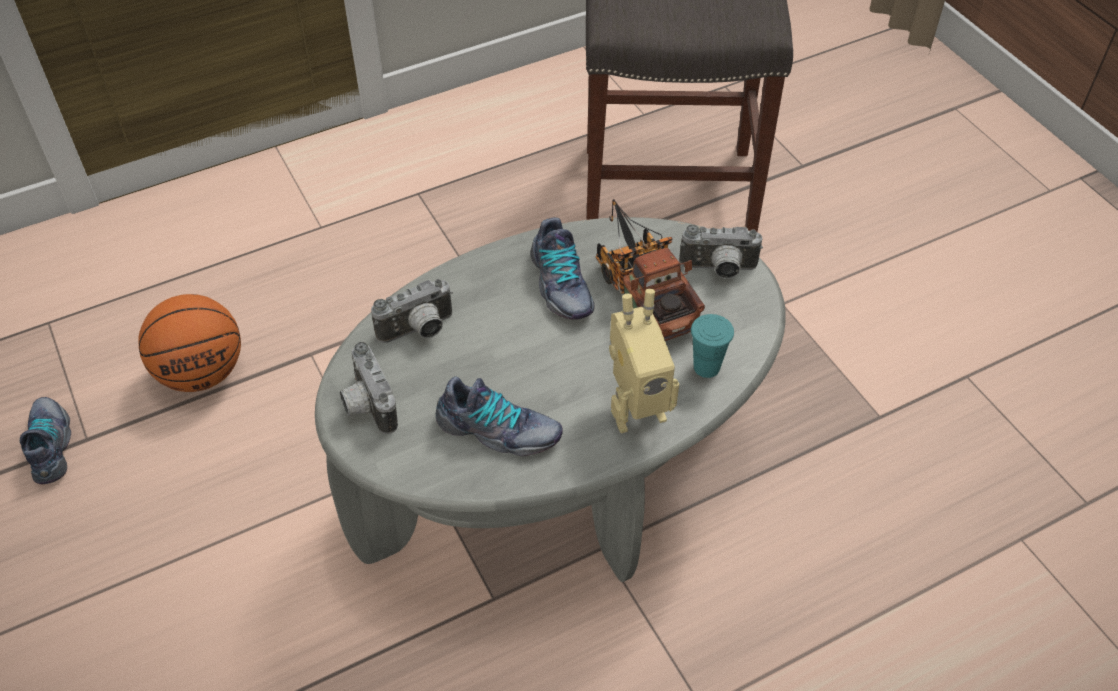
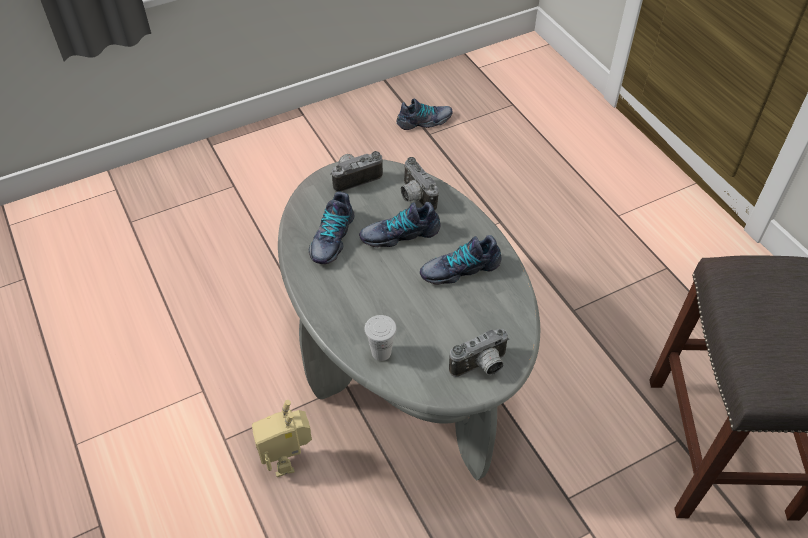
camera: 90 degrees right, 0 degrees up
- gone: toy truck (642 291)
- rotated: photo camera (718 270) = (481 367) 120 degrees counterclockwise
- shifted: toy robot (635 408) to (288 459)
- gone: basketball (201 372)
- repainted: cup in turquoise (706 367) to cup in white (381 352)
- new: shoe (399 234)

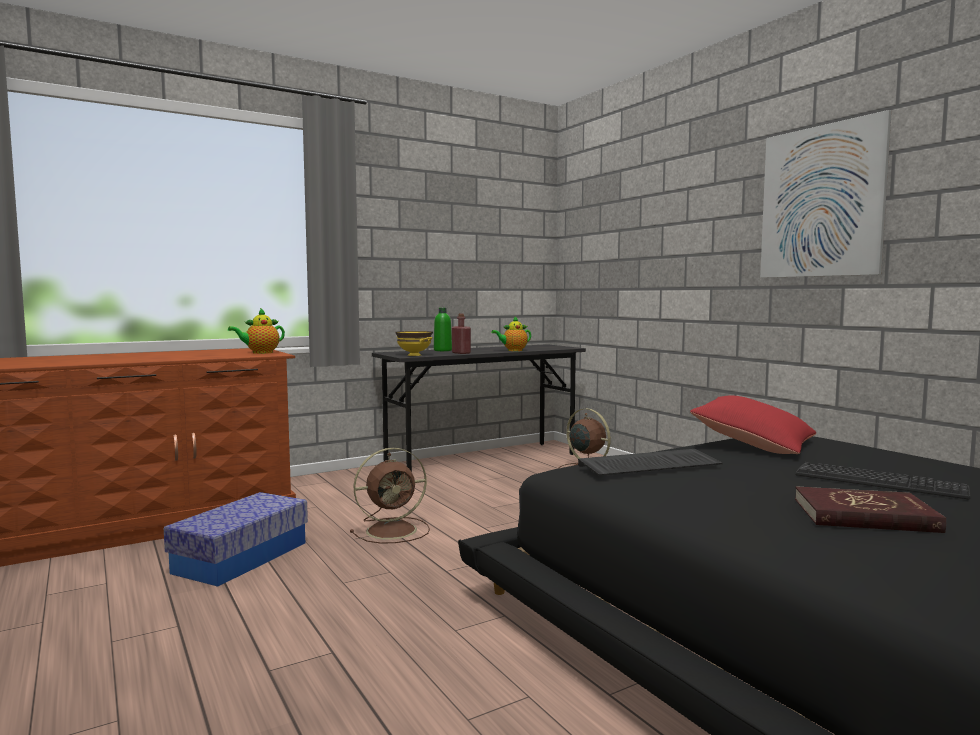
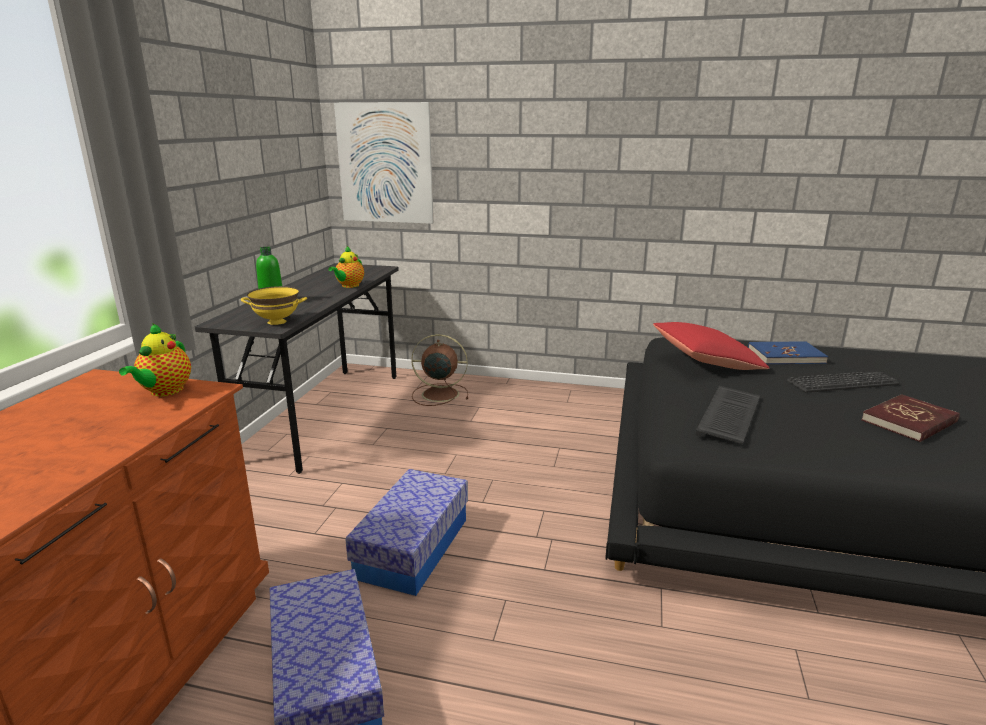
camera: 45 degrees left, 15 degrees up
- shifted: picture (821 201) to (385 163)
- gone: bottle in red (461 353)
- swapped: fan in brown (393 530) to storage box (413 547)
- new: book in blue (785 356)

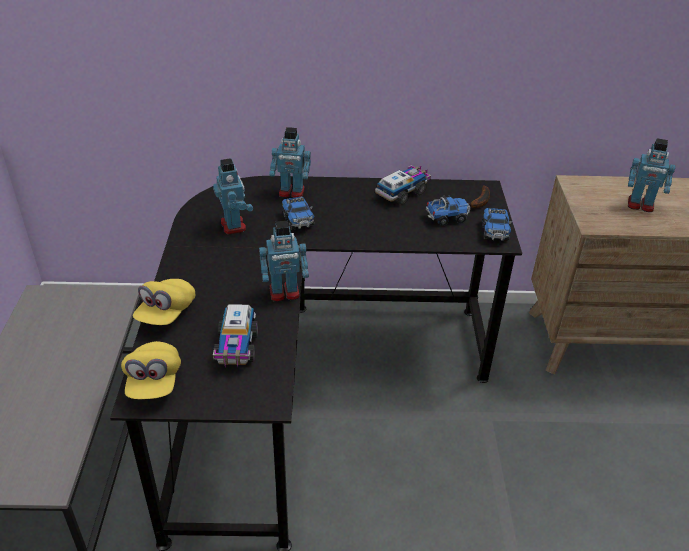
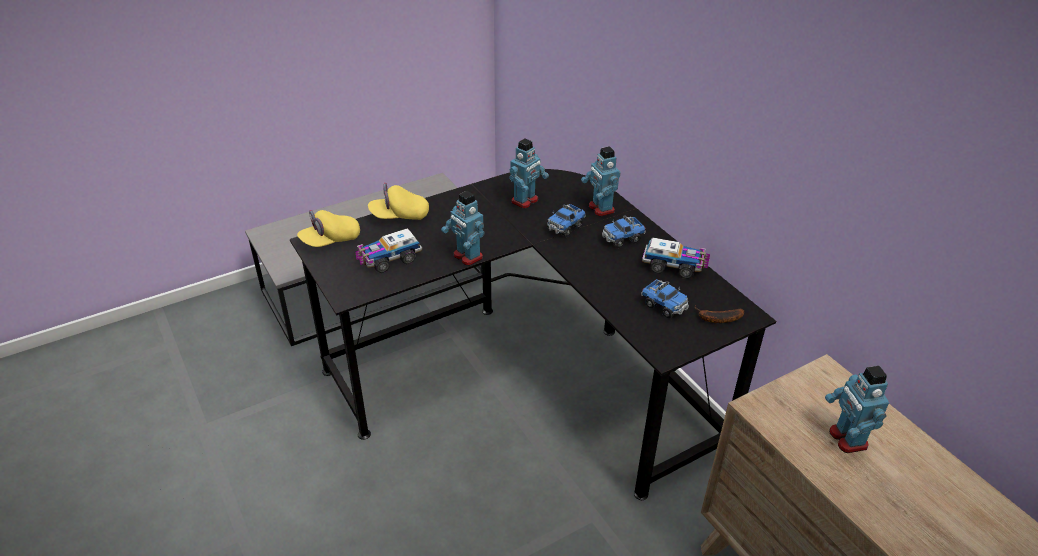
camera: 60 degrees right, 0 degrees up
- shifted: toy truck (494 232) to (622 239)

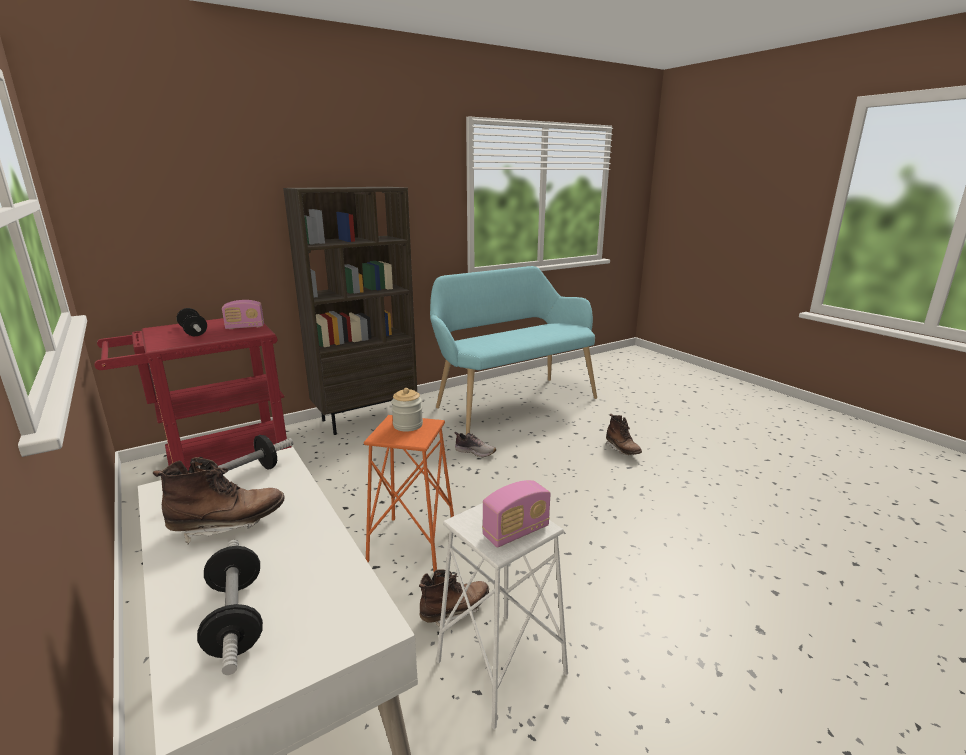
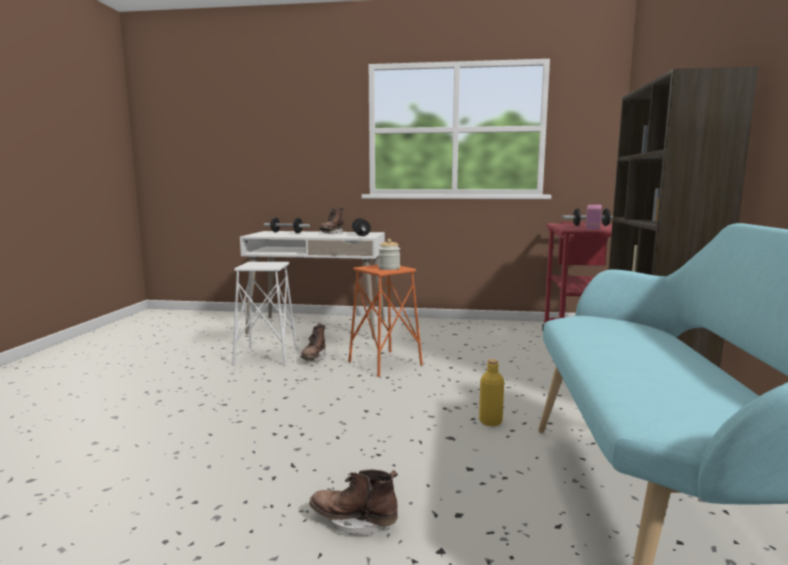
camera: 130 degrees right, 10 degrees down
- swapped: shoe (475 452) to bottle in yellow (490 422)
- gone: radio (516 532)

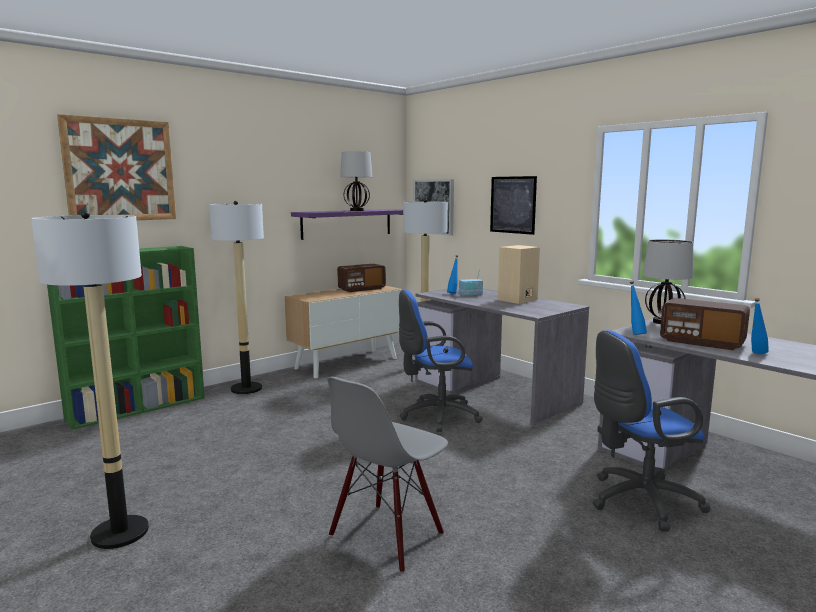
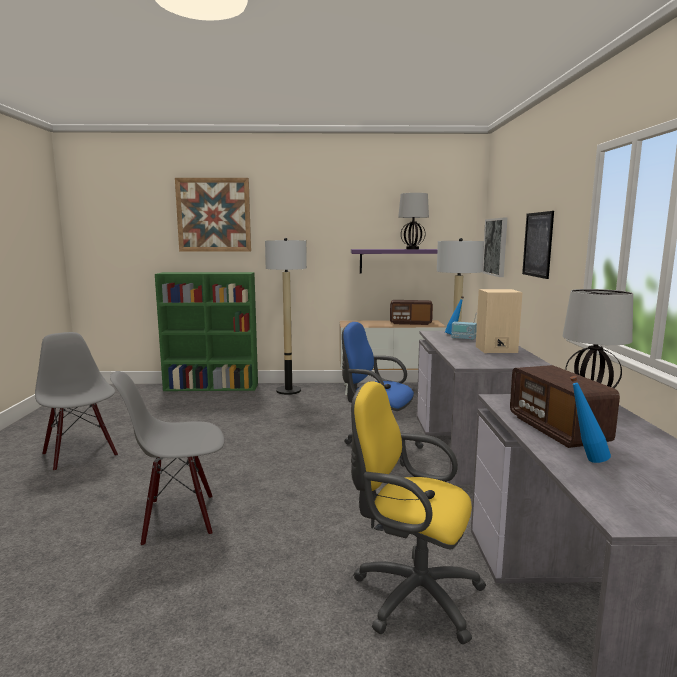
camera: 40 degrees right, 0 degrees up
- swapped: floor lamp (120 532) to chair in grey (81 454)
- gone: bottle in blue (635 334)
- repainted: office chair in blue (638 501) to office chair in yellow (410 594)

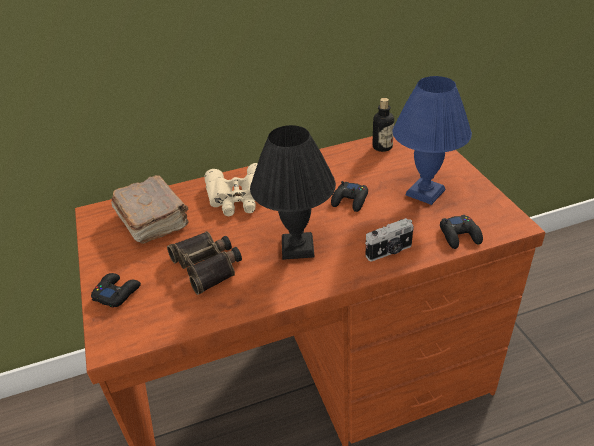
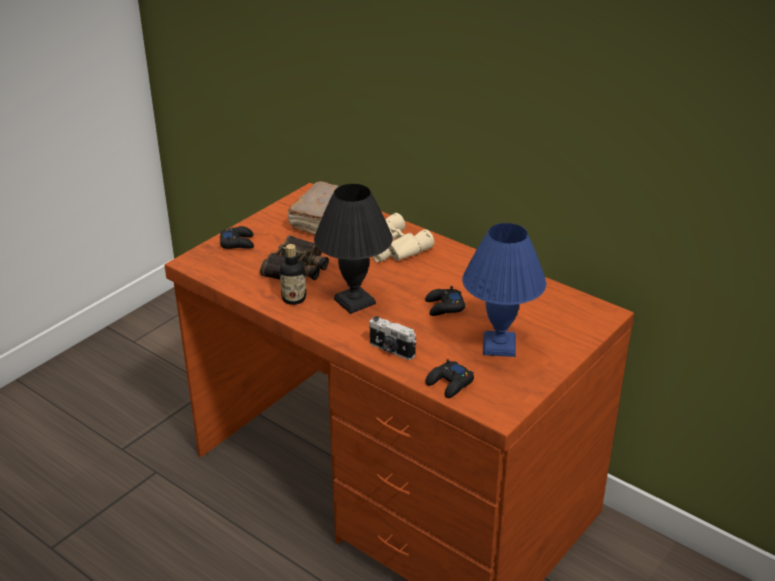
camera: 55 degrees right, 5 degrees down
- shifted: bottle (382 147) to (294 298)

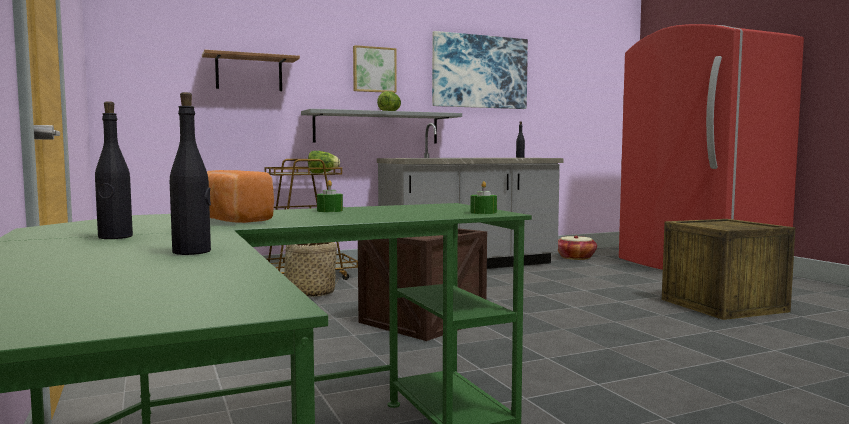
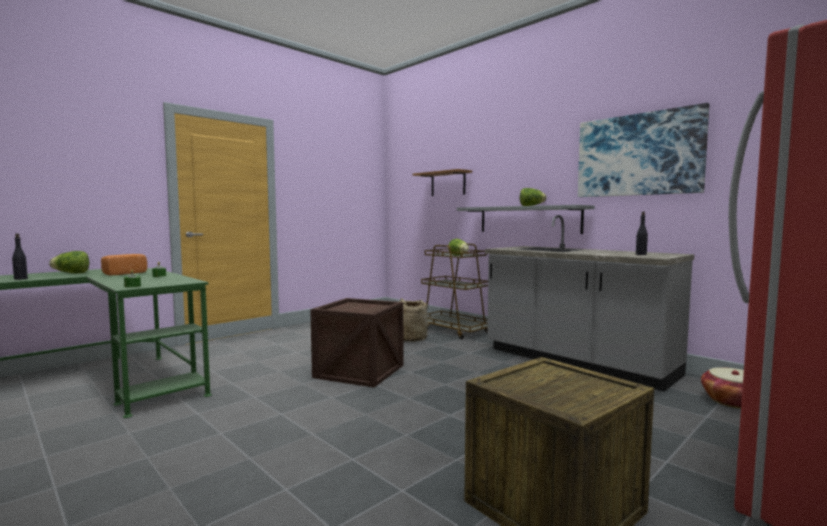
camera: 70 degrees right, 0 degrees up
- gone: picture (374 69)
- swapped: bottle in black (115 237) to lettuce (71 273)

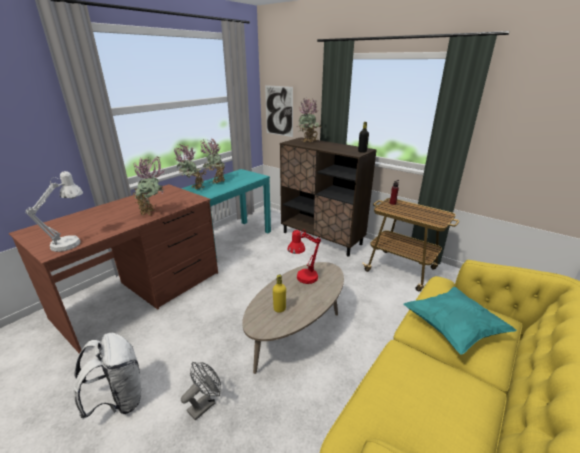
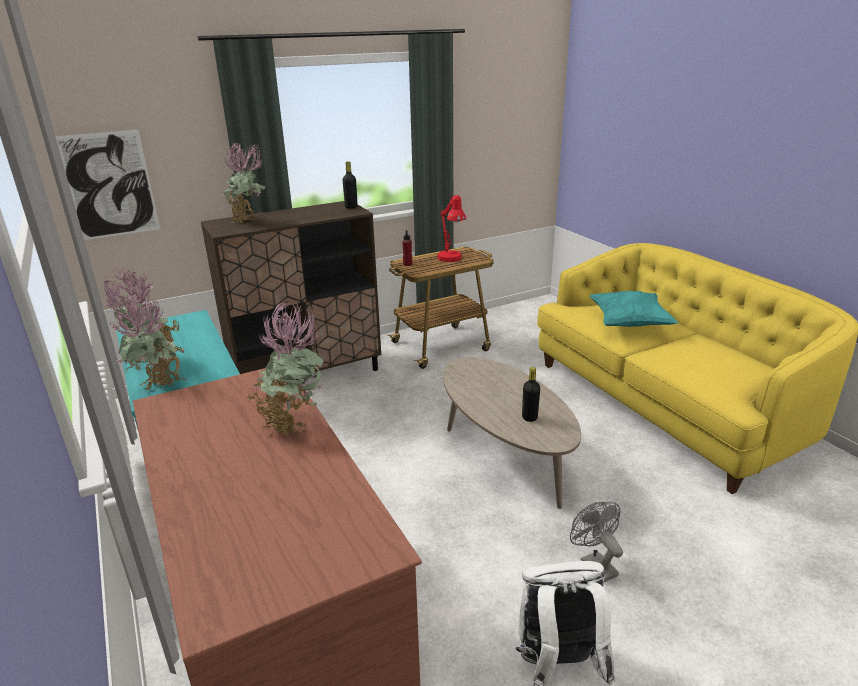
camera: 65 degrees left, 0 degrees up
- gone: table lamp in white (71 242)
- shifted: table lamp in red (304 279) to (451 259)
- repainted: bottle in yellow (279 309) to bottle in black (529 417)

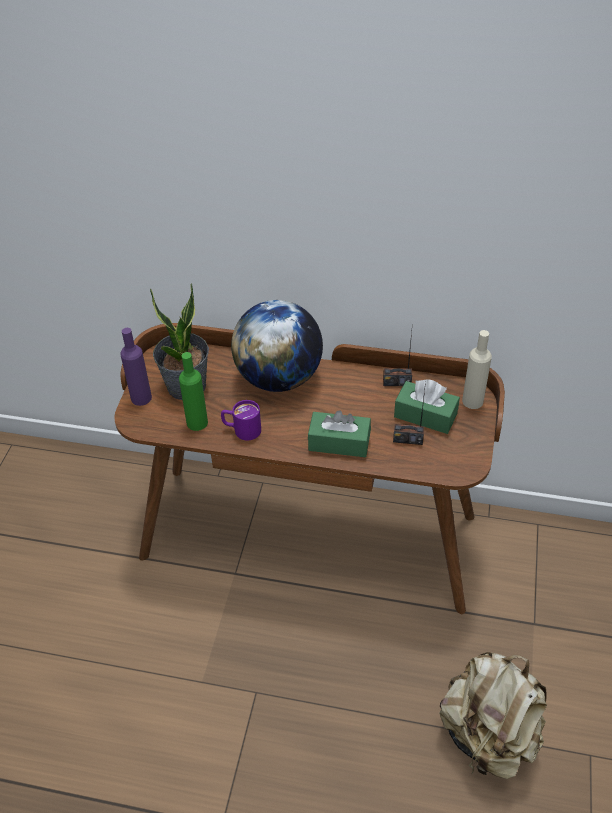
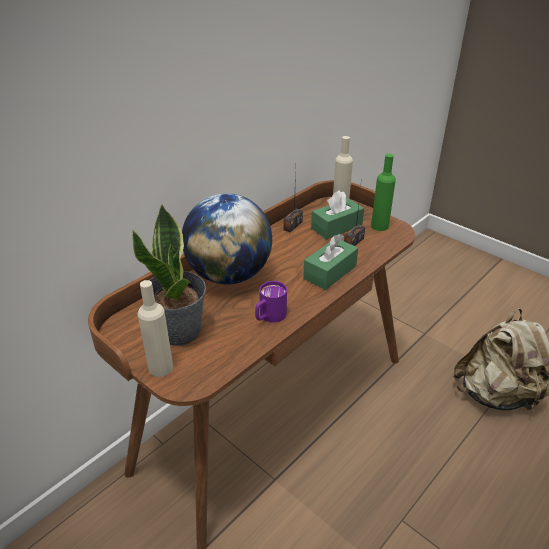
camera: 60 degrees left, 10 degrees down
- repainted: bottle in purple (141 398) to bottle in beige (160 367)
- shifted: bottle in green (197 422) to (379 226)

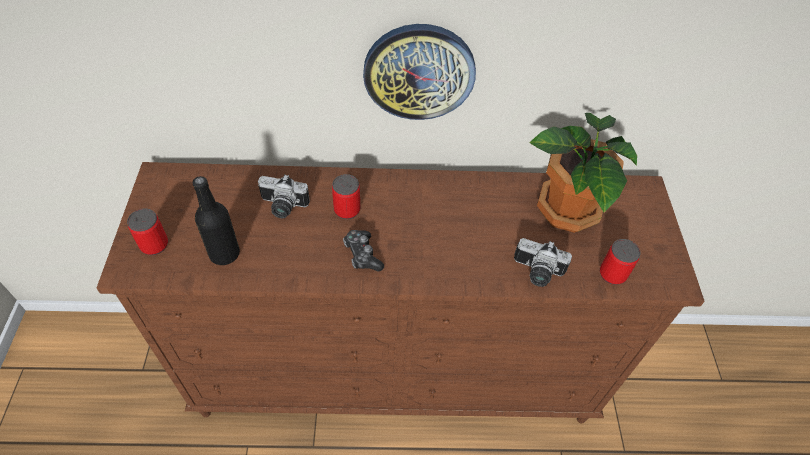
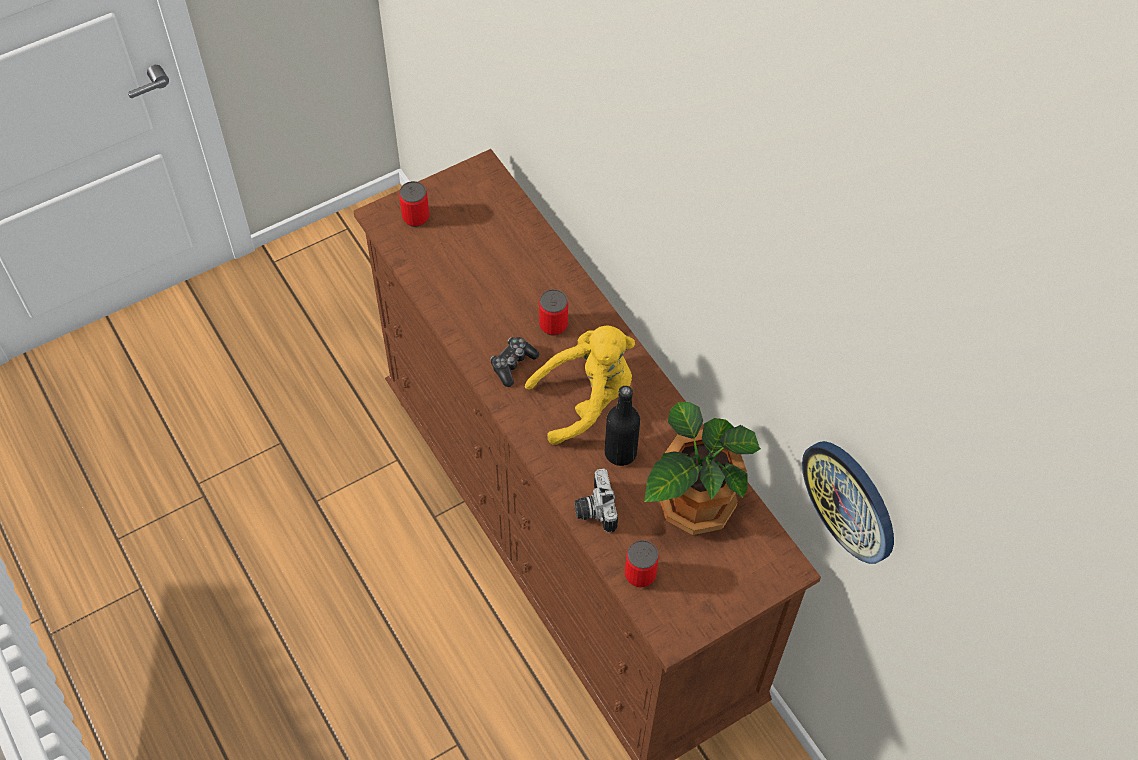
camera: 60 degrees right, 5 degrees up
- shifted: wall clock (419 72) to (850 500)
- gone: photo camera (282 207)
- shifted: bottle in black (224 254) to (620 453)
- new: plush toy in yellow (586 399)

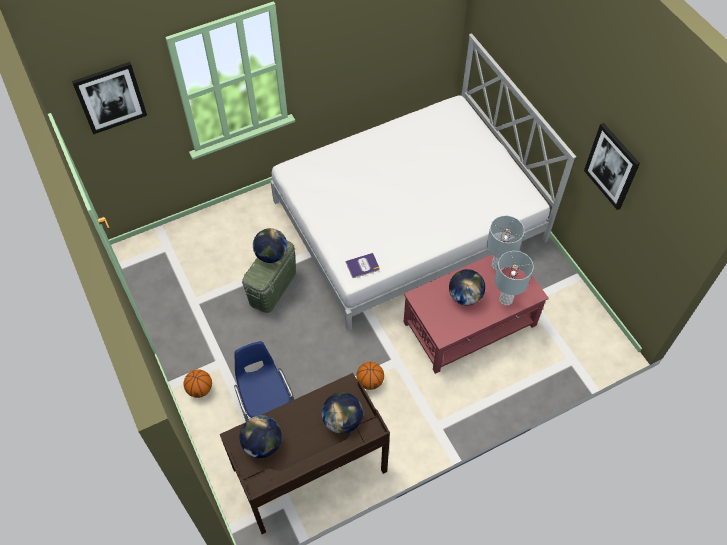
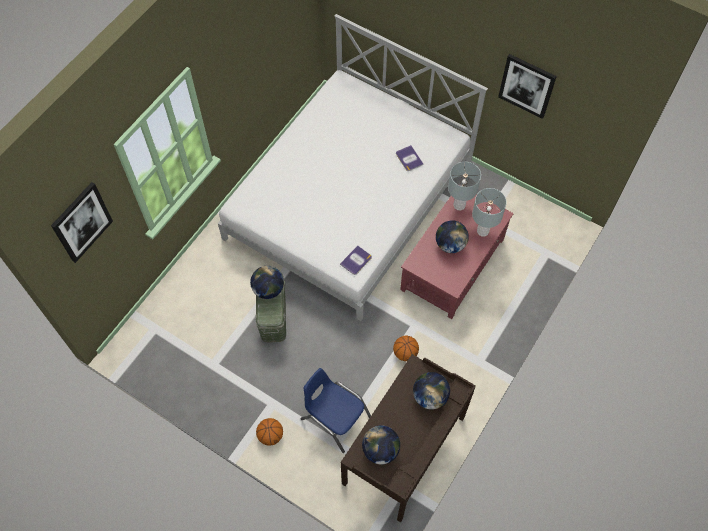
camera: 30 degrees left, 5 degrees up
- new: book (409 158)

